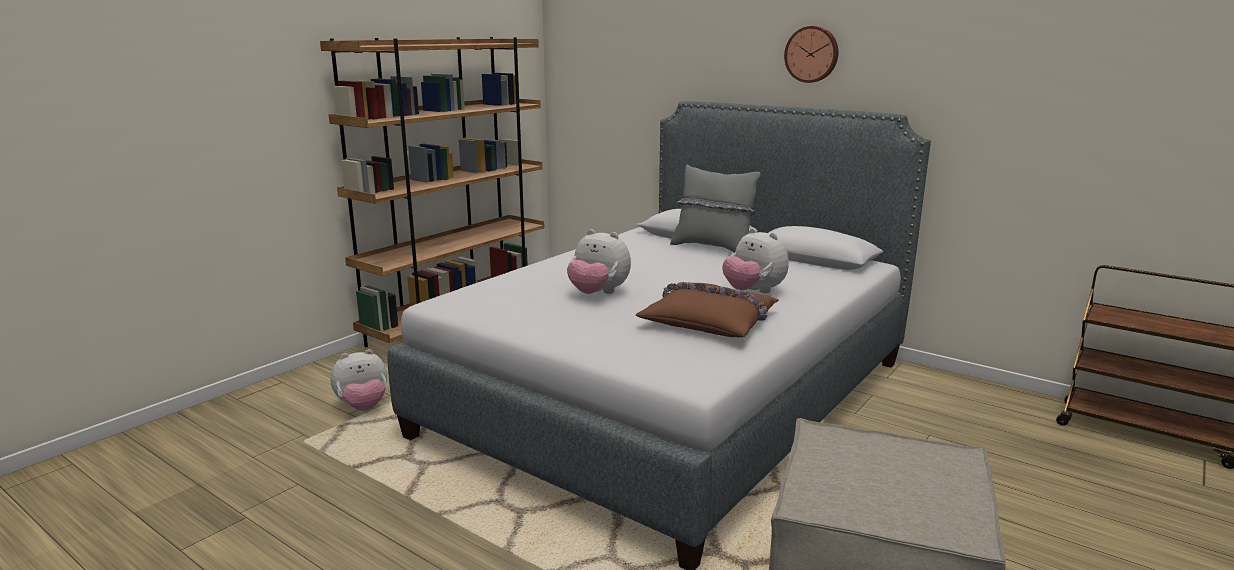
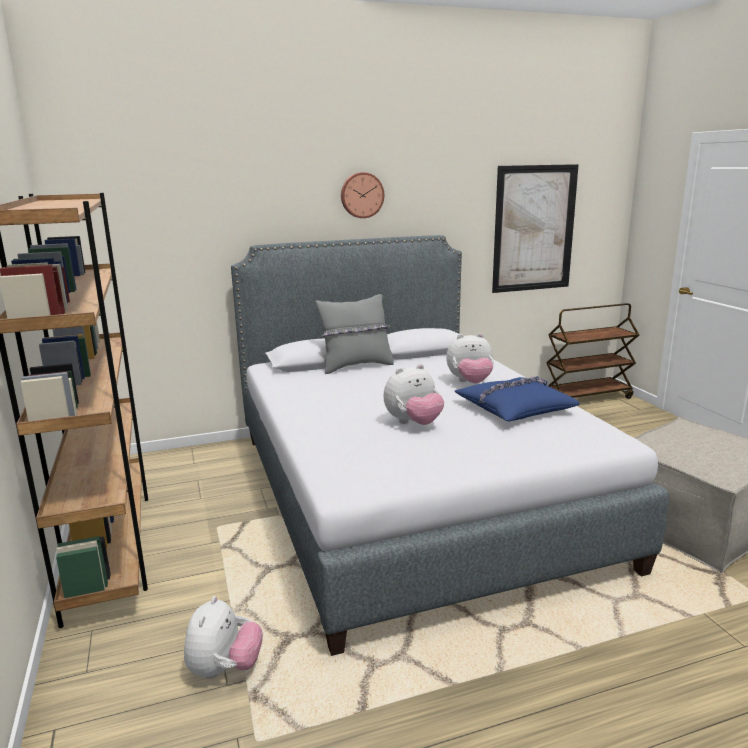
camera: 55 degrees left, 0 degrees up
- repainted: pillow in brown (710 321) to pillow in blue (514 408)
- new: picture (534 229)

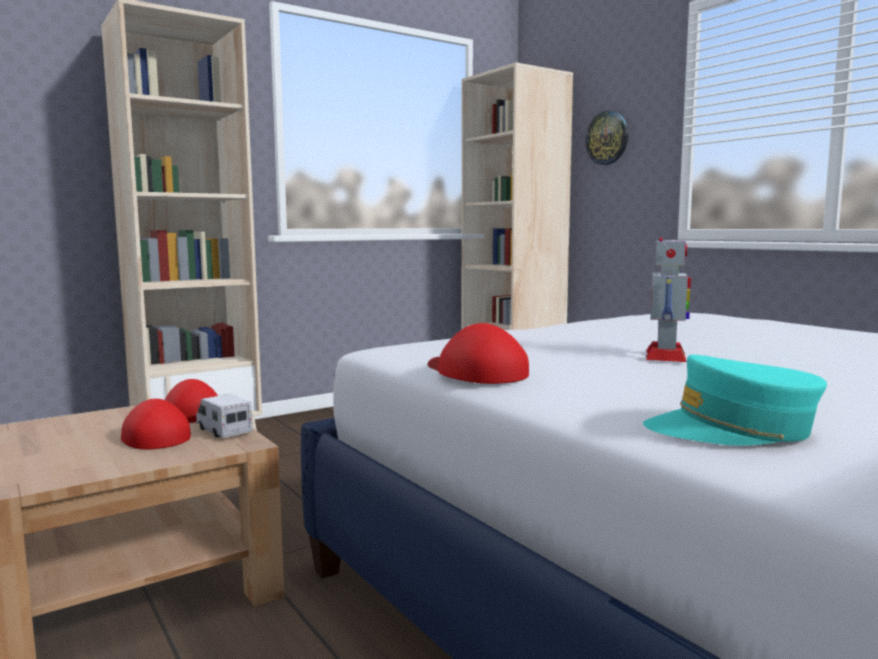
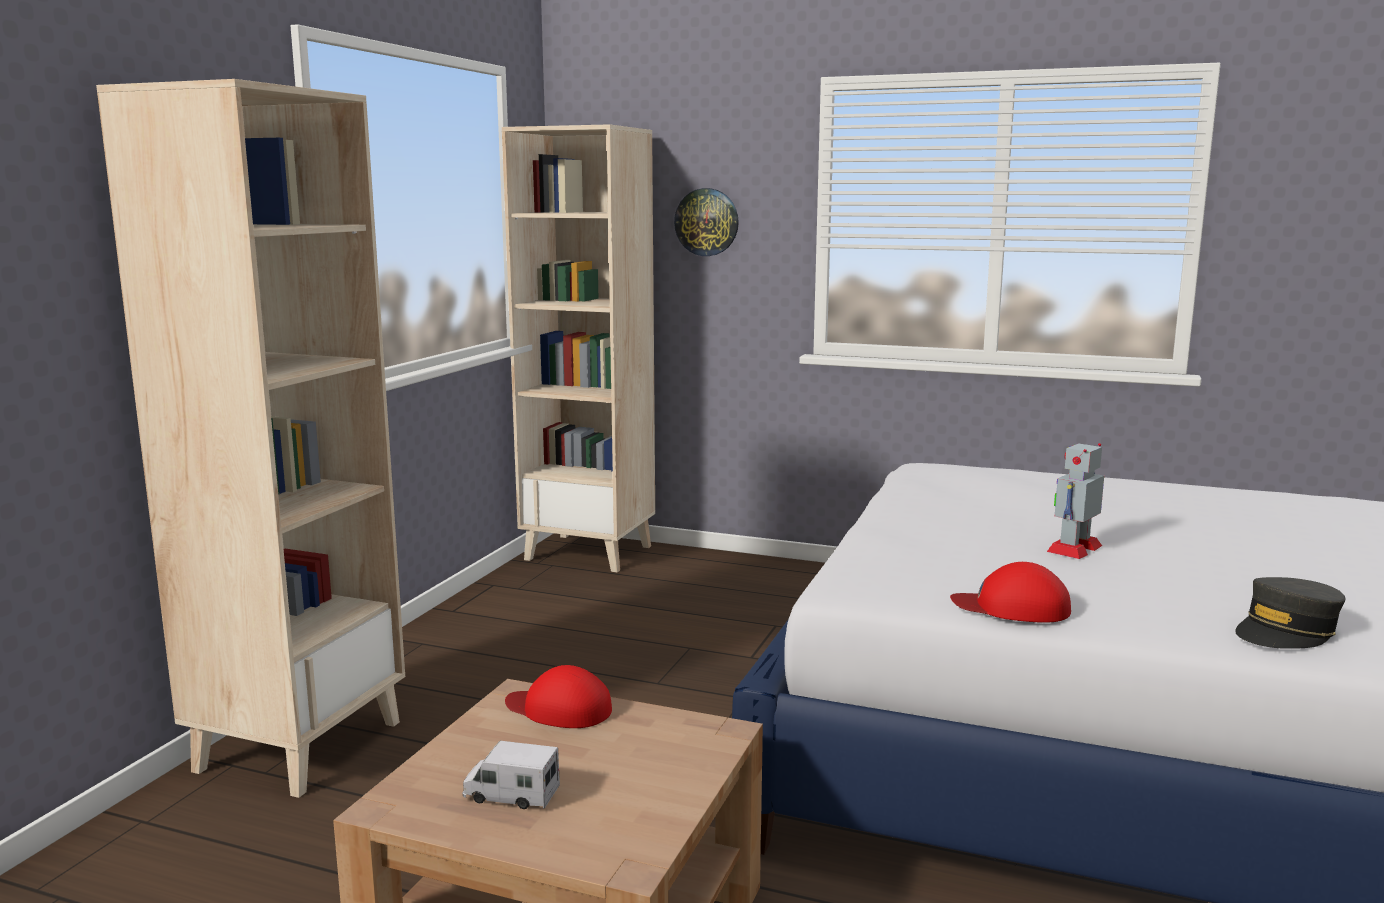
camera: 35 degrees left, 5 degrees up
- rotated: toy robot (666 355) = (1074 548) 120 degrees counterclockwise
- repainted: cap in turquoise (733 430) to cap in grey (1286 631)
- shifted: toy truck (224 431) to (511 795)
- gone: cap in red (153 436)

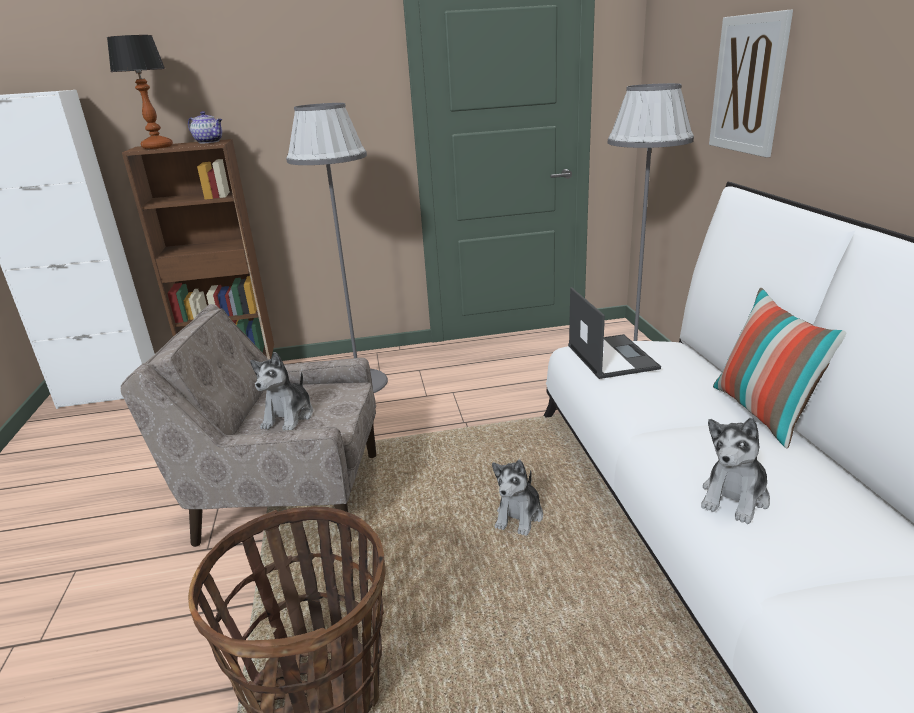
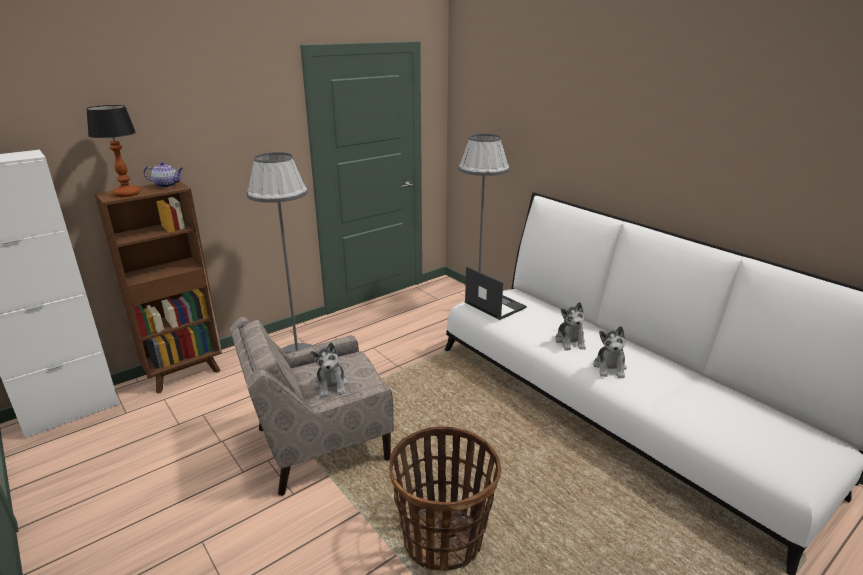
camera: 30 degrees left, 0 degrees up
- gone: picture (748 85)
- gone: pillow (764 413)
- shifted: plush toy (519 516) to (570 341)

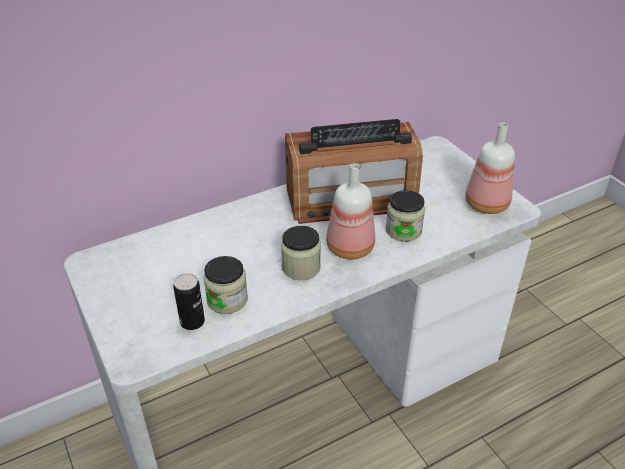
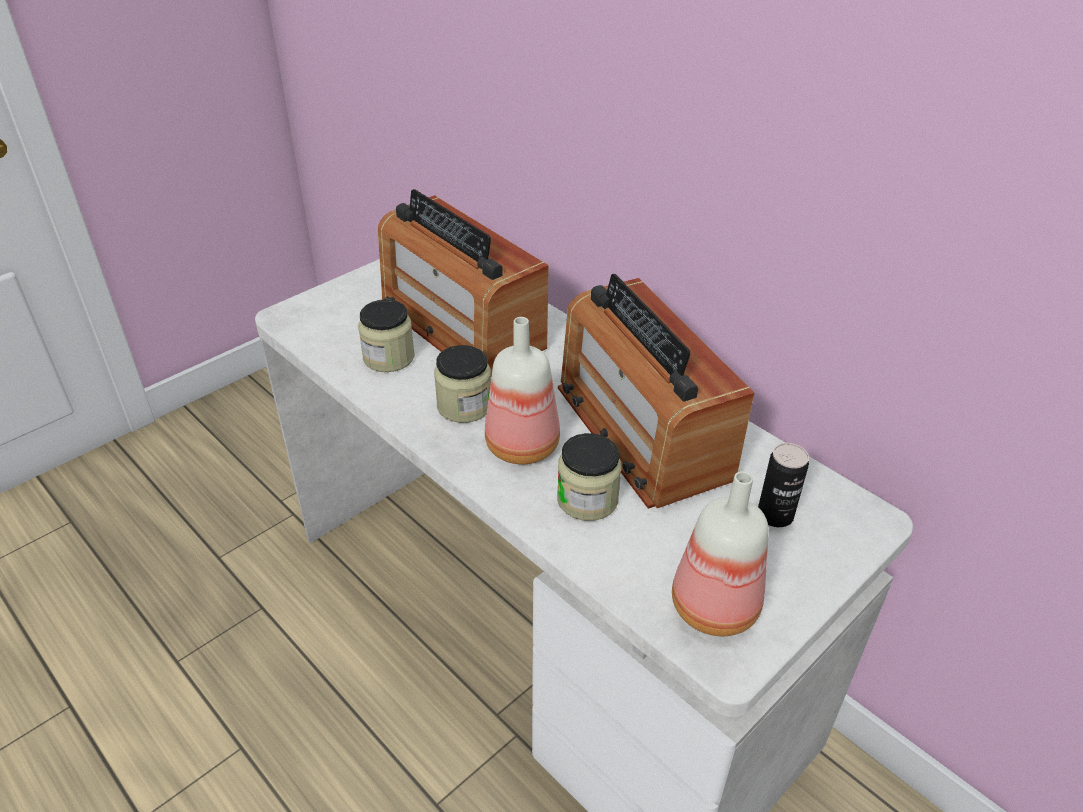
camera: 75 degrees right, 0 degrees up
- shifted: can (192 322) to (775 515)
- new: radio (460 325)

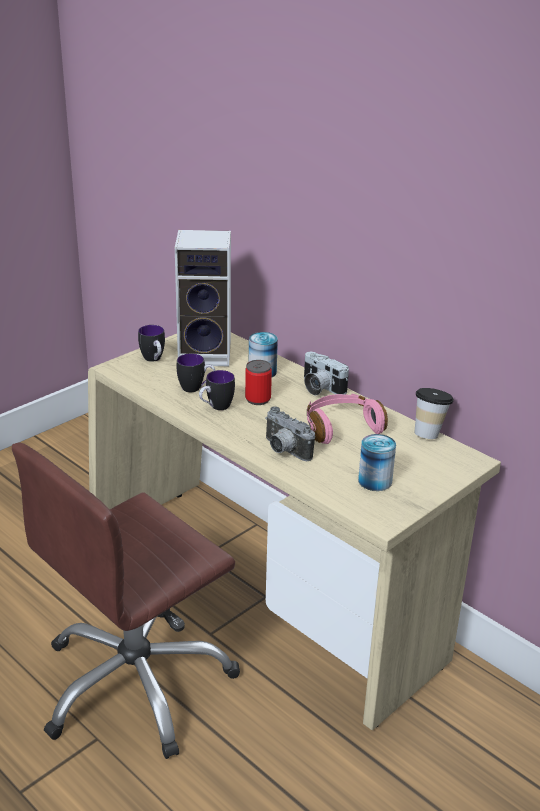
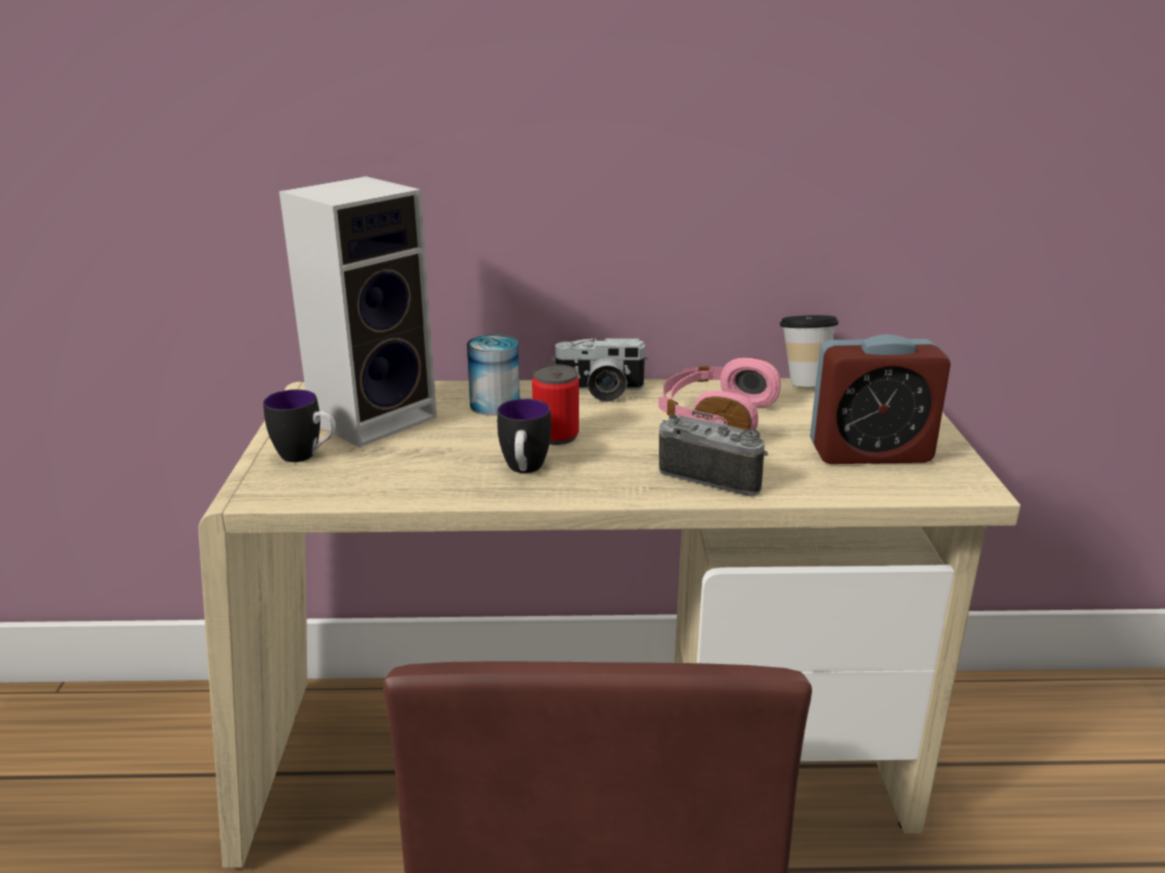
camera: 45 degrees left, 5 degrees down
- gone: mug (196 388)
- rotated: photo camera (283 451) = (714 475) 150 degrees counterclockwise
- swapped: can (375 481) to alarm clock (870 453)

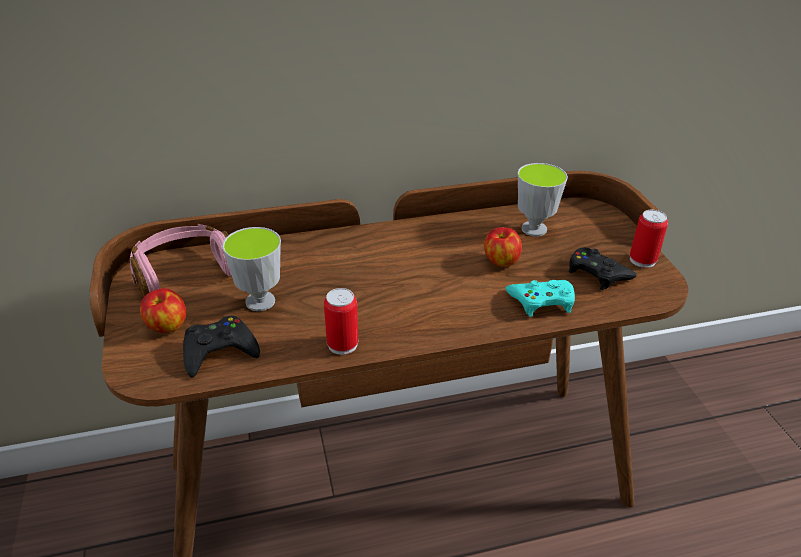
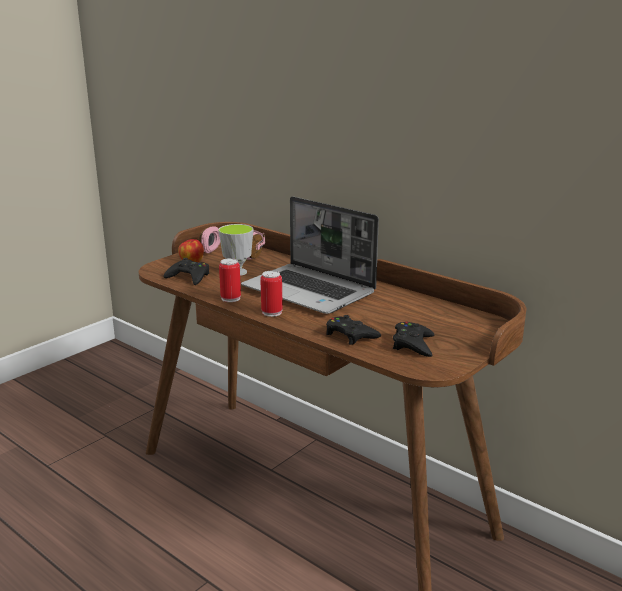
camera: 55 degrees right, 15 degrees down
- gone: cup (534 229)
- shifted: can (642 260) to (272 312)
- gone: apple (500 262)
- repainted: game controller in turquoise (542 301) to game controller in black (350 335)
- new: laptop (310 291)

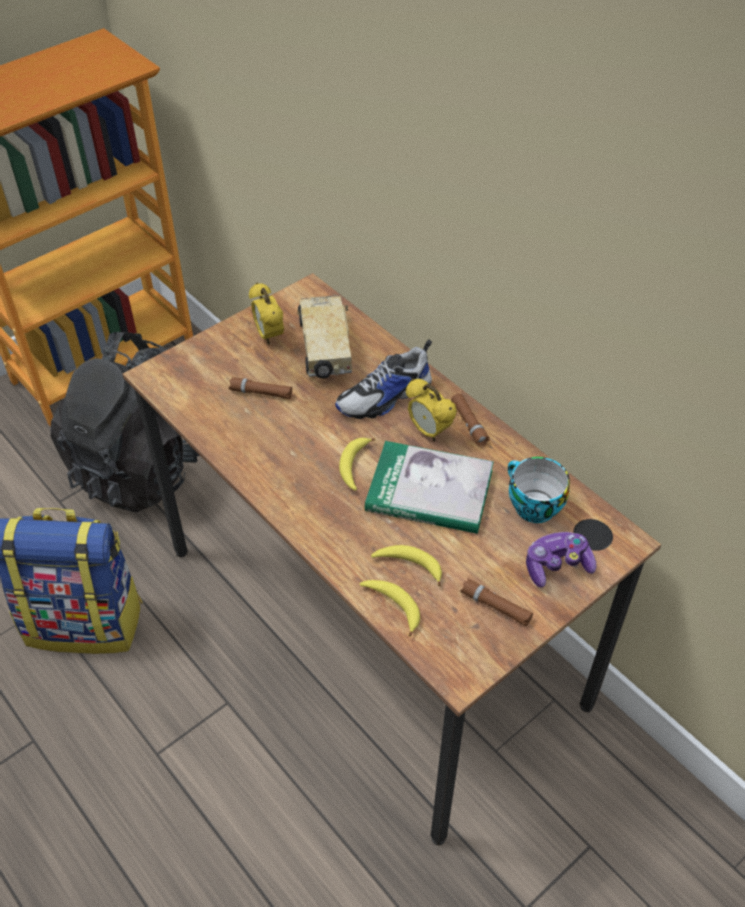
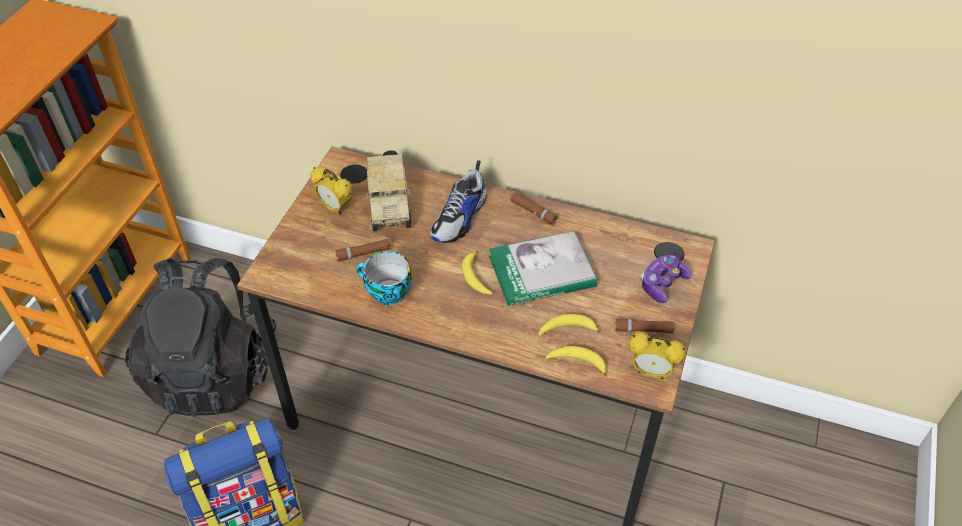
camera: 30 degrees left, 0 degrees up
- rotated: toy truck (326 350) = (389 201) 150 degrees counterclockwise
- shifted: alarm clock (429 432) to (651 372)
- shifted: cup (531 506) to (386 293)

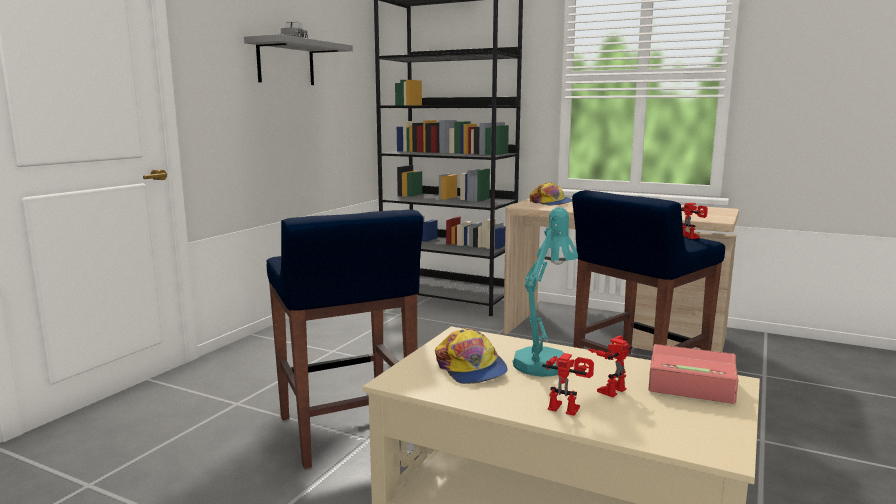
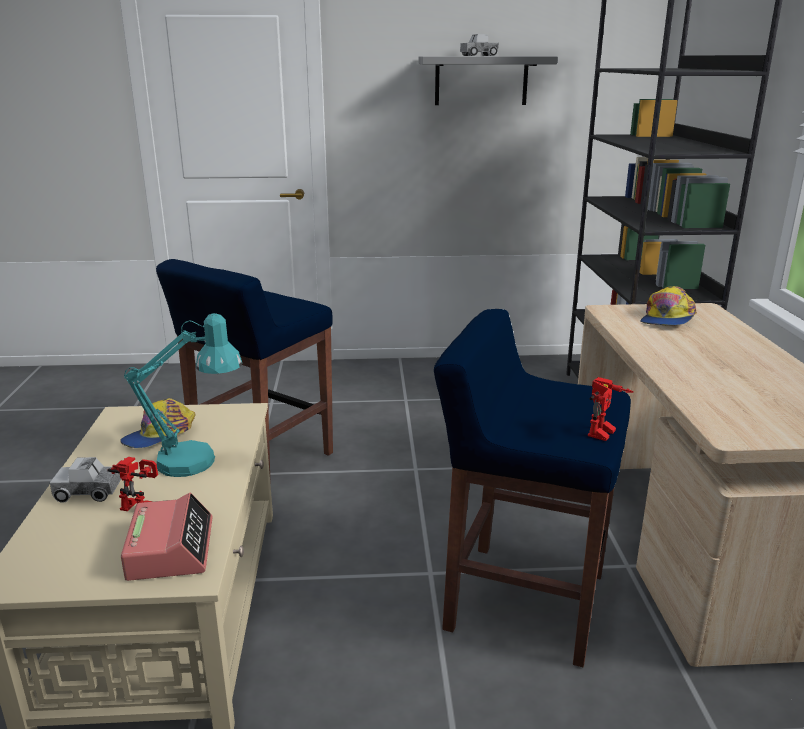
camera: 60 degrees right, 10 degrees up
- swapped: toy robot (567 407) to toy truck (88 492)

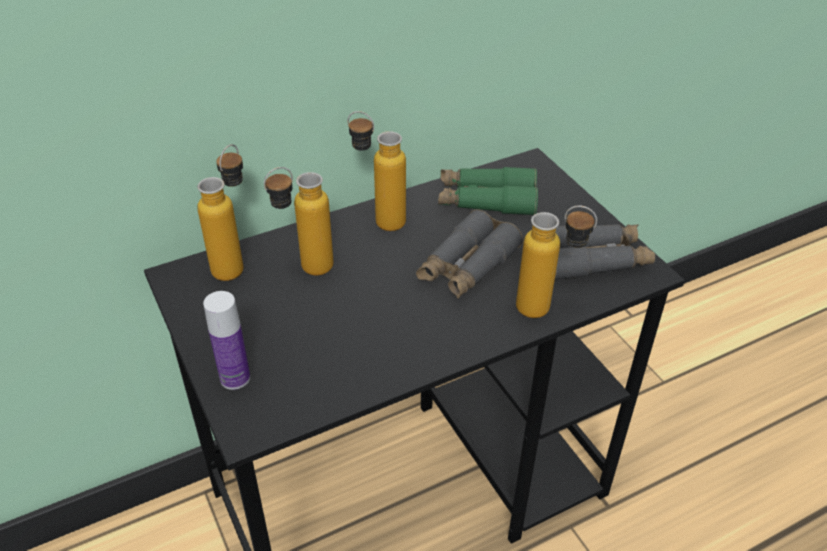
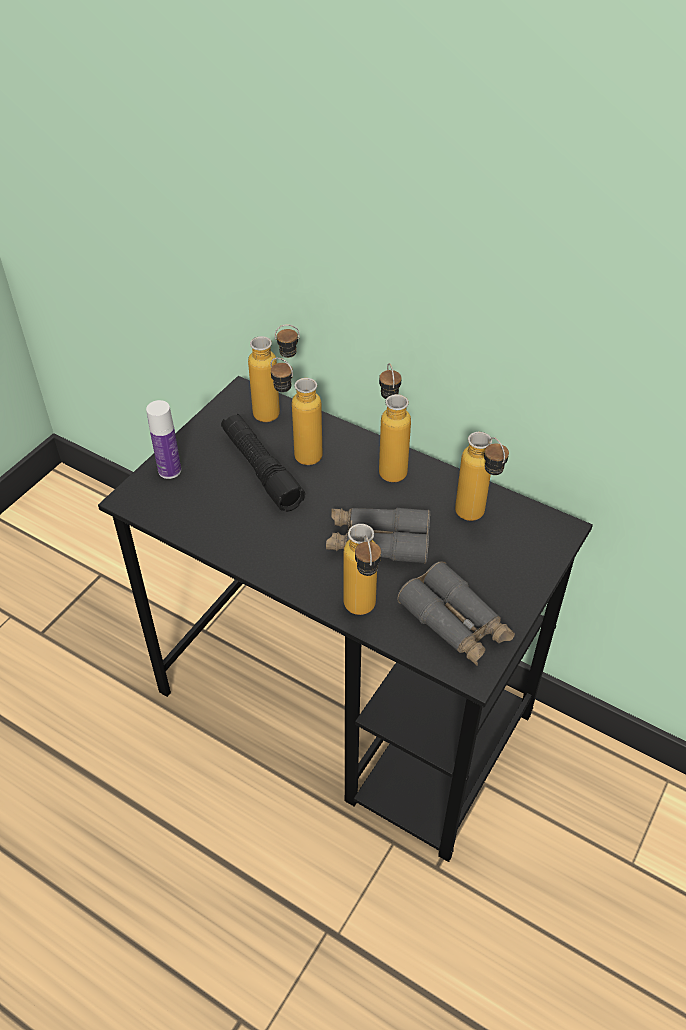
camera: 60 degrees right, 5 degrees up
- swapped: binoculars in green (486 200) to bottle (476 519)
- new: flashlight in black (261 469)

